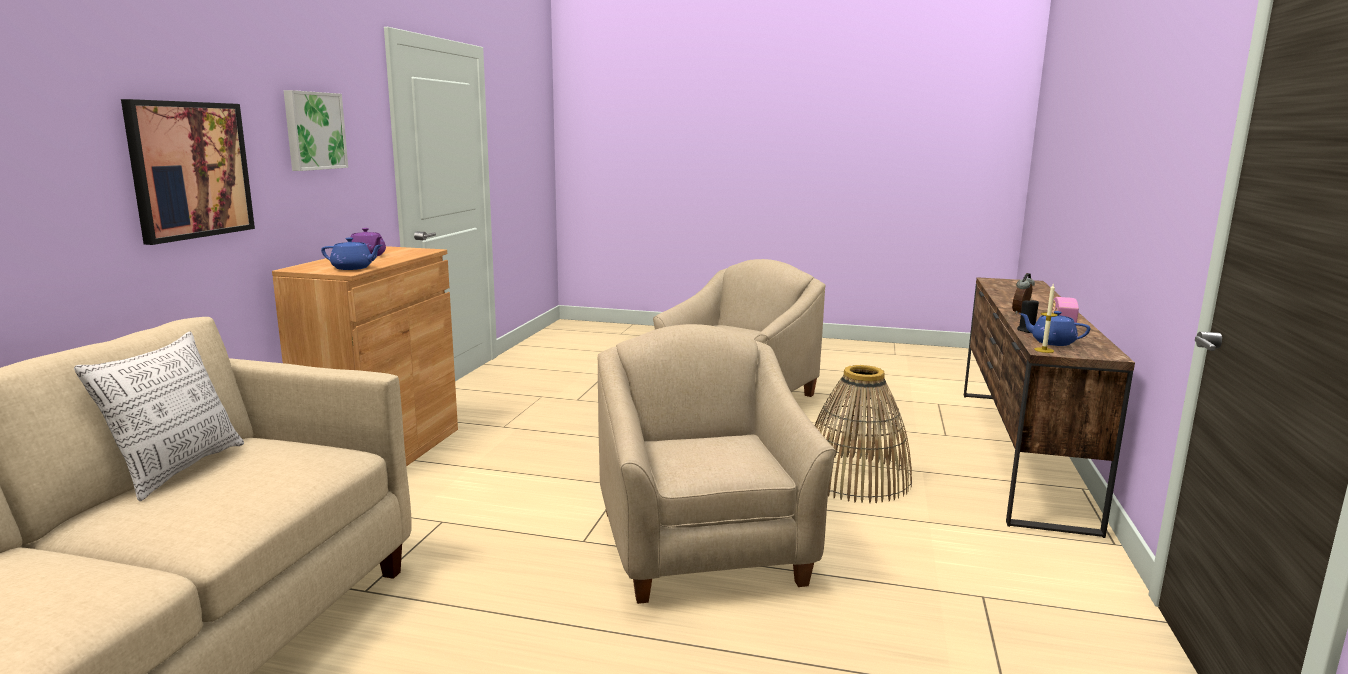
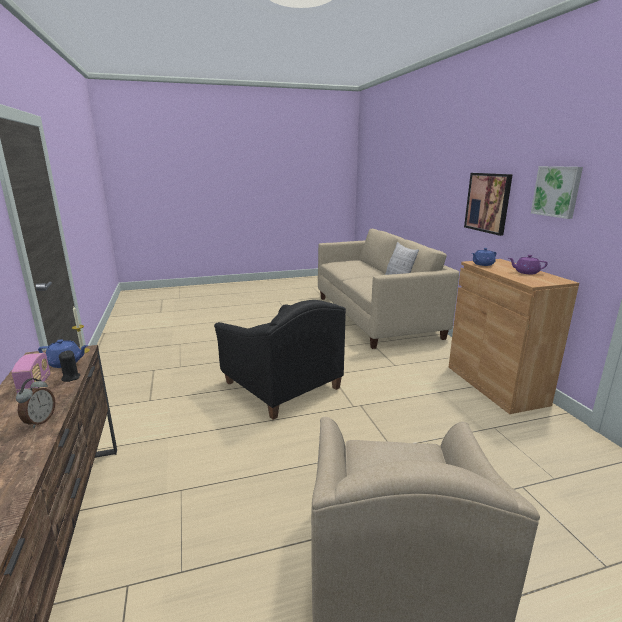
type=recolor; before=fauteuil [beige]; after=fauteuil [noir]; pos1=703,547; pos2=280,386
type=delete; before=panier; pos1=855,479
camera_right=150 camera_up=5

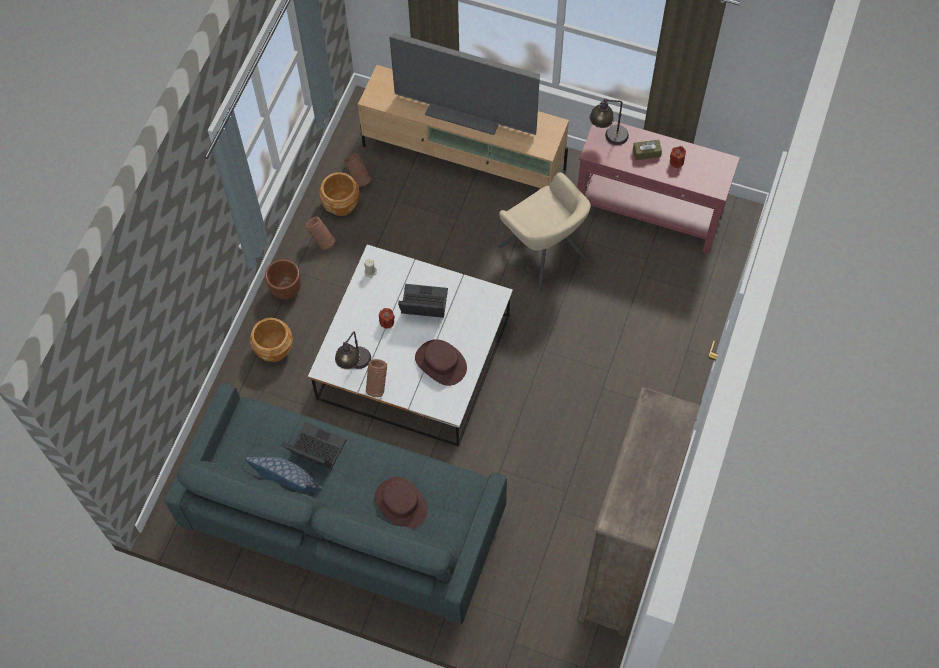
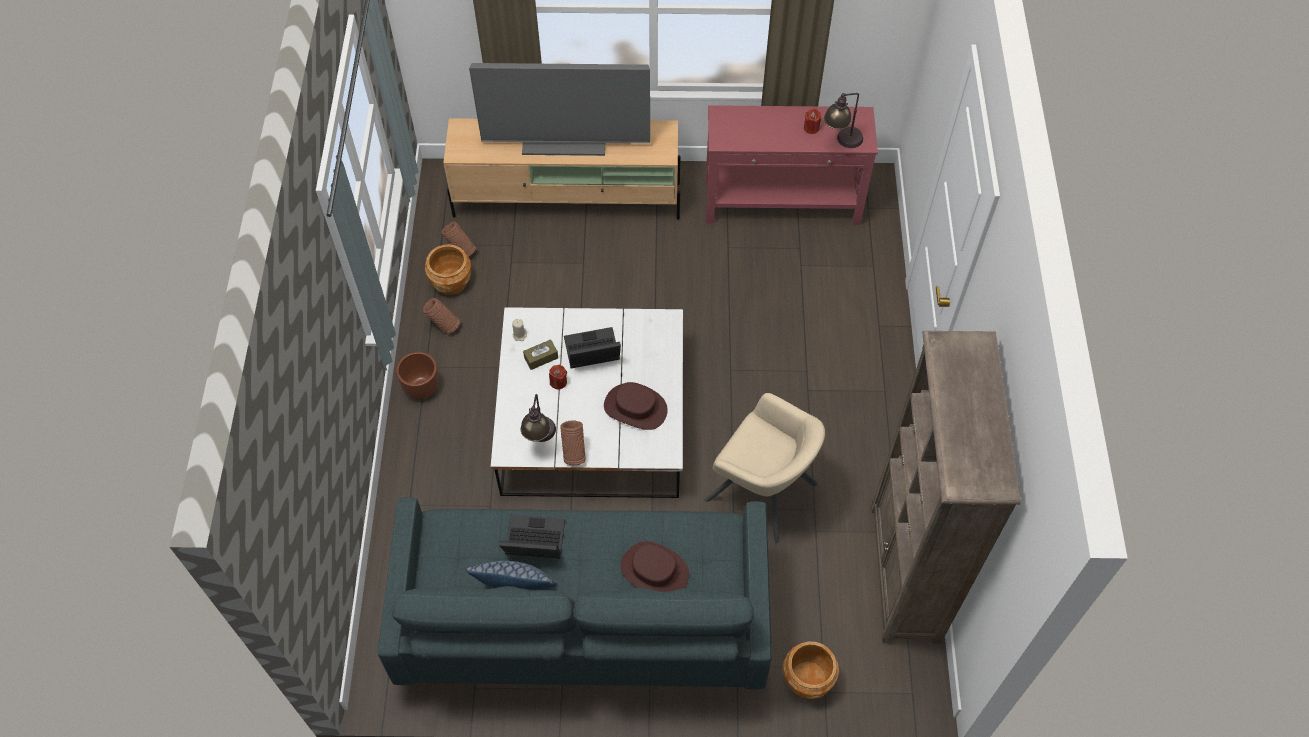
type=move; before=boîte à mouchoirs [marron]; pos1=646,153; pos2=541,358
type=move; before=fauteuil [beige]; pos1=543,253; pos2=762,492
type=move; before=cache-pot [marron]; pos1=274,349; pos2=807,679
type=move; before=lampe de table; pos1=607,137; pos2=841,142
camera_right=-20 camera_up=-5

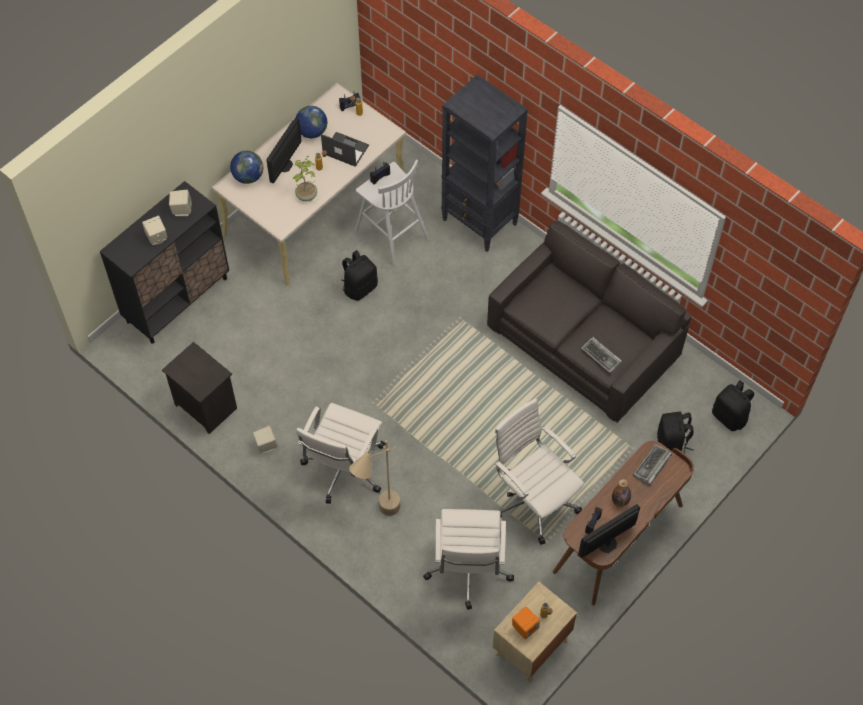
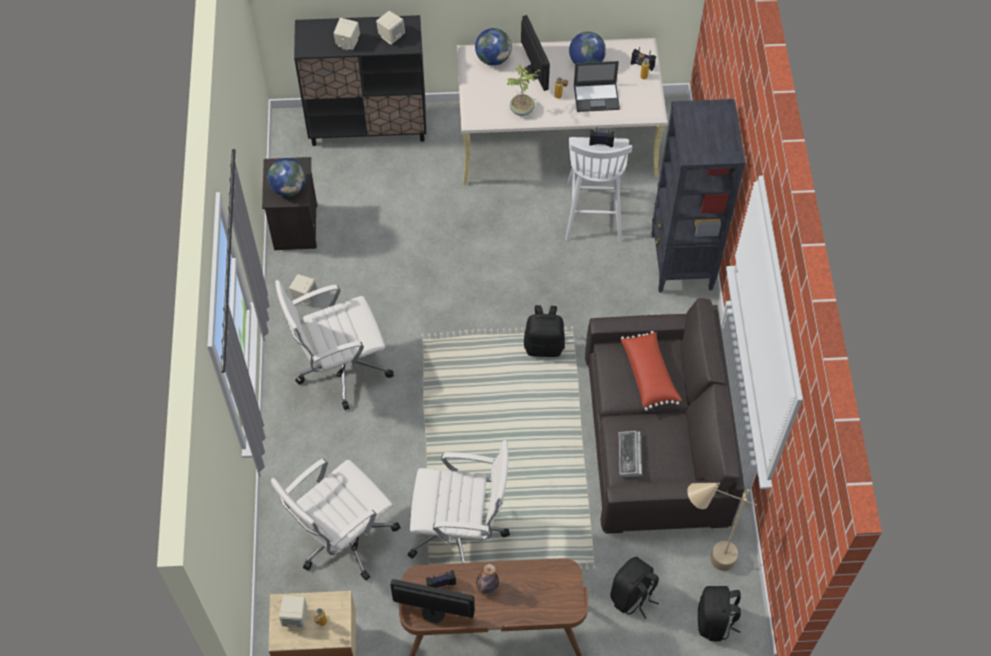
type=insert; after=globe; pos2=289,188
type=recolor; before=enceinte [orange]; after=enceinte [beige]; pos1=525,627; pos2=295,617
type=rotate; before=chaise de bureau [blanc]; pos1=534,500; pos2=460,531; turn=90
type=rotate; before=écran d'ordinateur; pos1=284,165; pos2=532,72; turn=-90
type=move; before=sac à dos [noir]; pos1=360,287; pos2=544,345
type=rotate; before=ordinateur portable; pos1=345,149; pos2=597,97; turn=105
type=insert; after=coussin [rouge]; pos2=649,375
type=move; before=lampadaire [beige]; pos1=379,519; pos2=702,562
type=delete; before=clavier; pos1=651,466
camera_right=45 camera_up=0

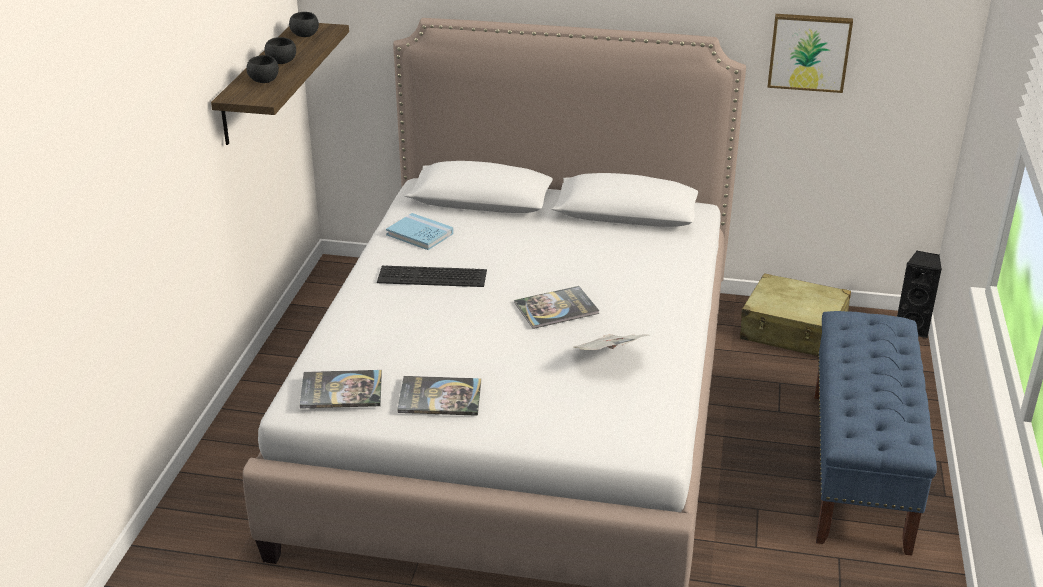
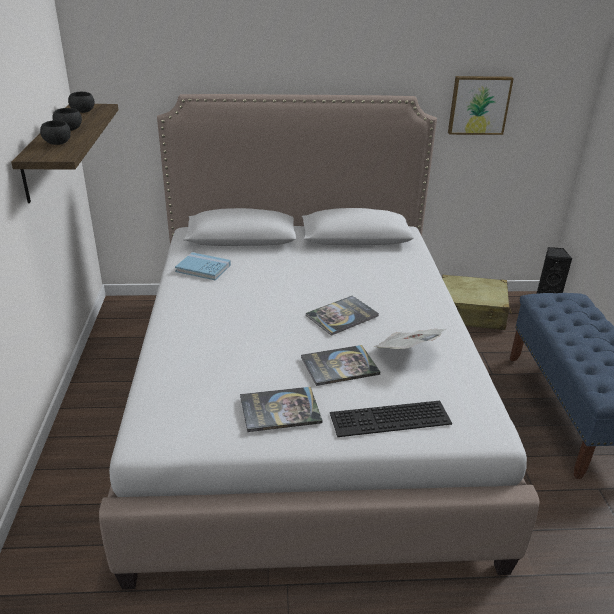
type=move; before=livre; pos1=341,390; pos2=339,366
type=move; before=clavier; pos1=430,277; pos2=389,420
camera_right=-15 camera_up=0

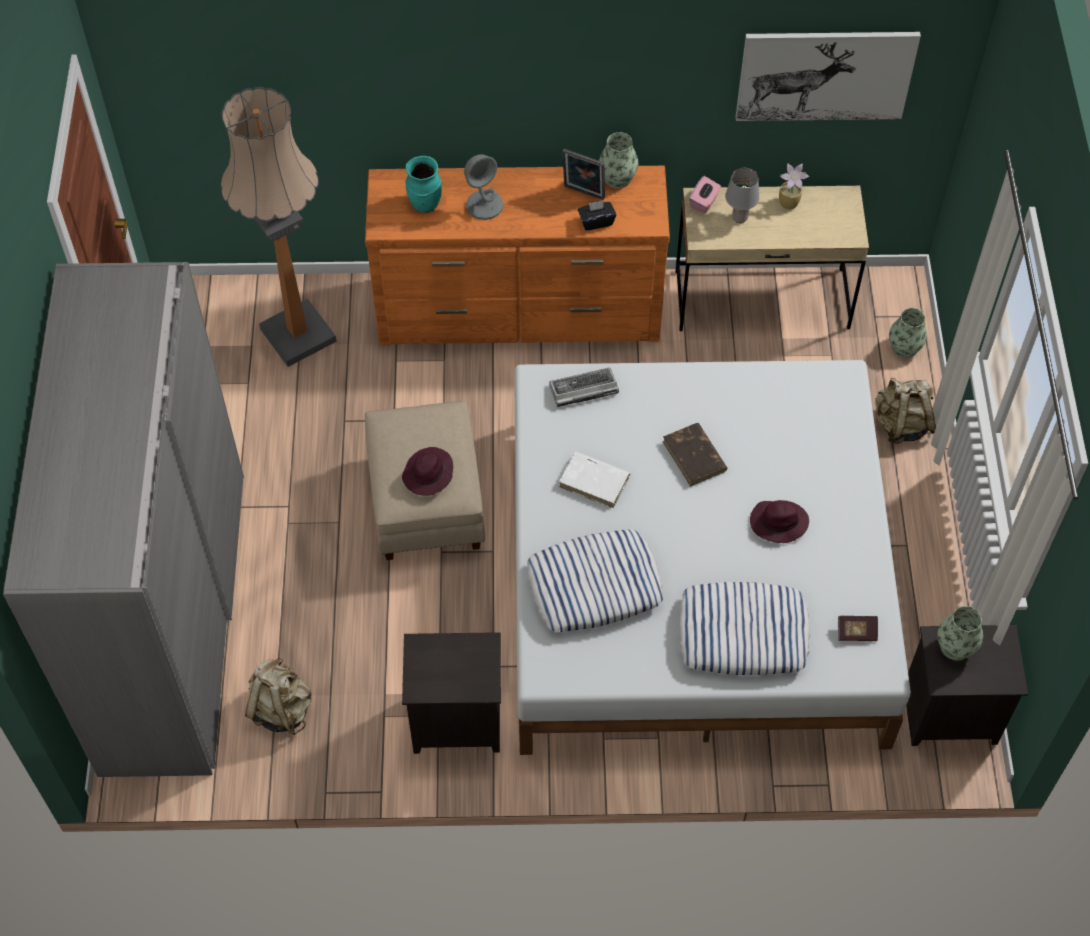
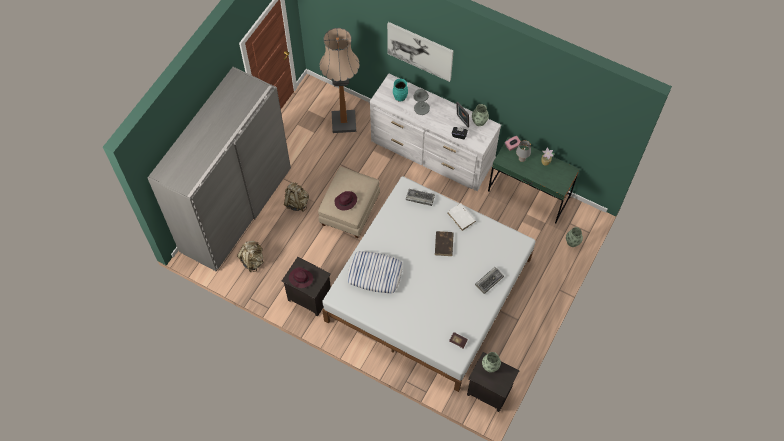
type=move; before=sac à dos [beige]; pos1=901,424; pos2=297,202
type=move; before=chapeau [violet]; pos1=777,523; pos2=300,278
type=recolor; before=commode [orange]; after=commode [blanc]; pos1=520,310; pos2=432,152
type=move; before=tableau; pos1=825,75; pos2=420,51
type=move; before=livre [blanc]; pos1=595,481; pos2=461,217
type=insert; after=clavier; pos2=489,280
type=recolor; before=bureau [beige]; after=bureau [vert]; pos1=762,300; pos2=529,194
type=delete; before=coussin; pos1=742,634
camera_right=30 camera_up=5

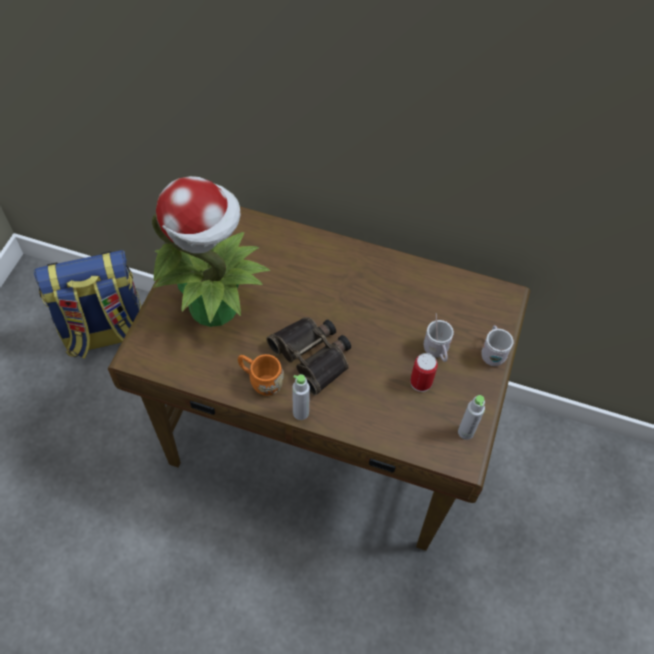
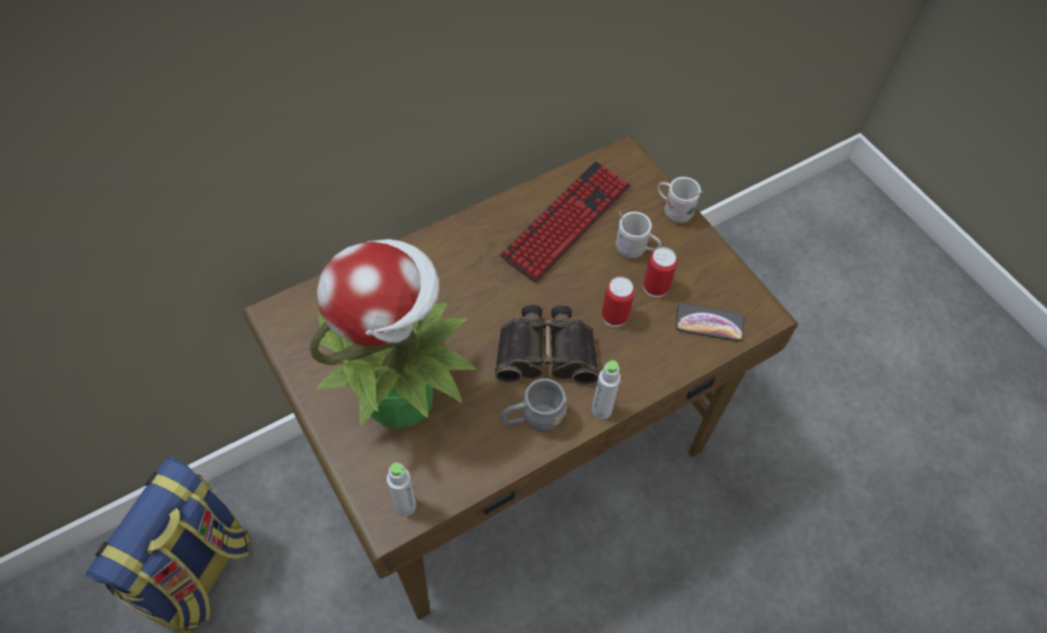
type=move; before=bouteille [gris]; pos1=465,432; pos2=405,506
type=insert; after=clavier; pos2=566,222
type=recolor; before=mug [orange]; after=mug [gris]; pos1=260,381; pos2=532,419
type=insert; after=boîte métallique; pos2=614,316
type=insert; after=téléphone; pos2=709,323
camera_right=-50 camera_up=0

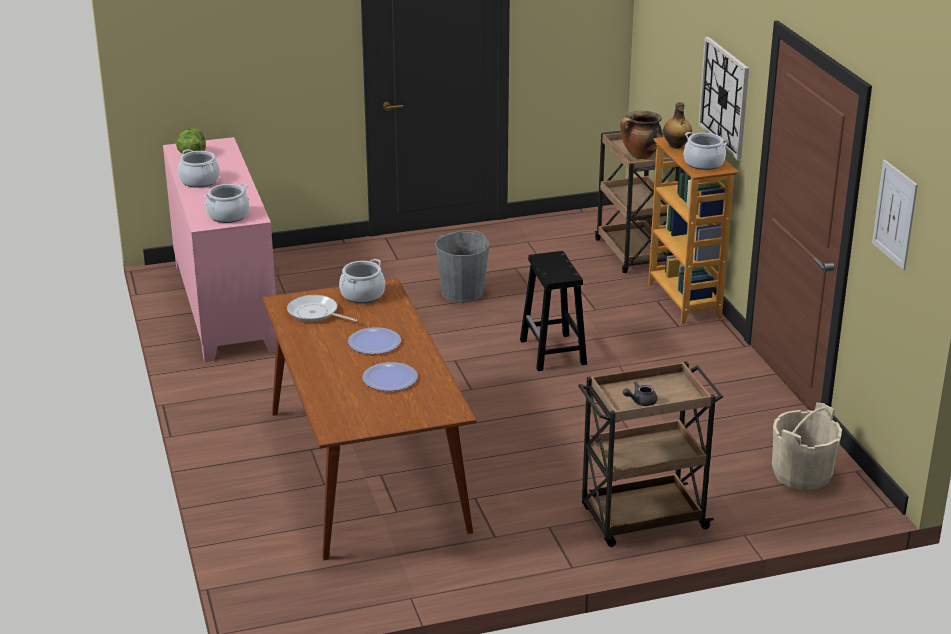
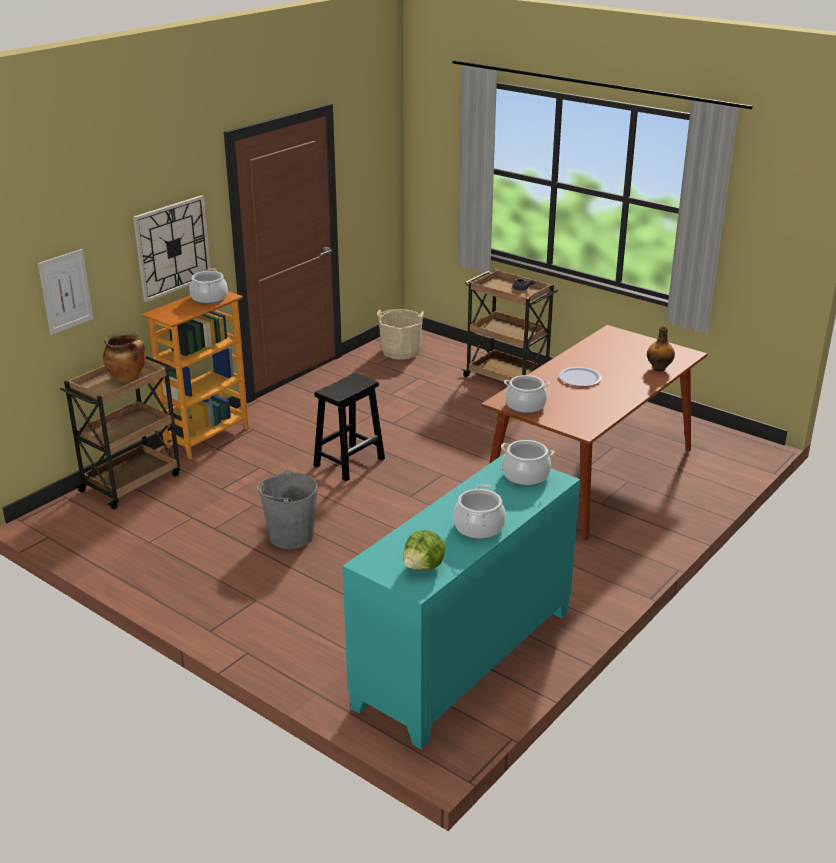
type=move; before=tableau; pos1=895,214; pos2=65,291
type=recolor; before=meuble de rangement [rose]; after=meuble de rangement [turquoise]; pos1=223,307; pos2=466,659
type=move; before=bouteille; pos1=676,146; pos2=659,368
type=delete; before=poêle; pos1=315,313
type=delete; before=assiette; pos1=390,378
camera_right=-125 camera_up=0

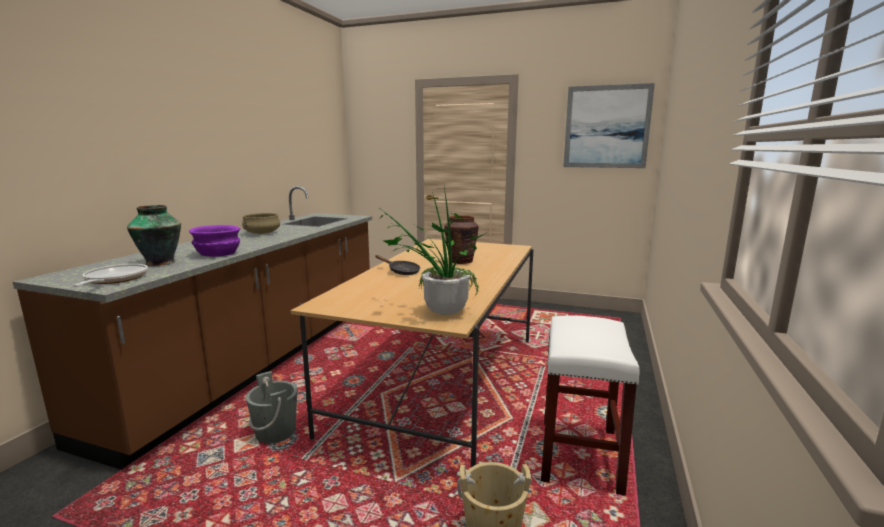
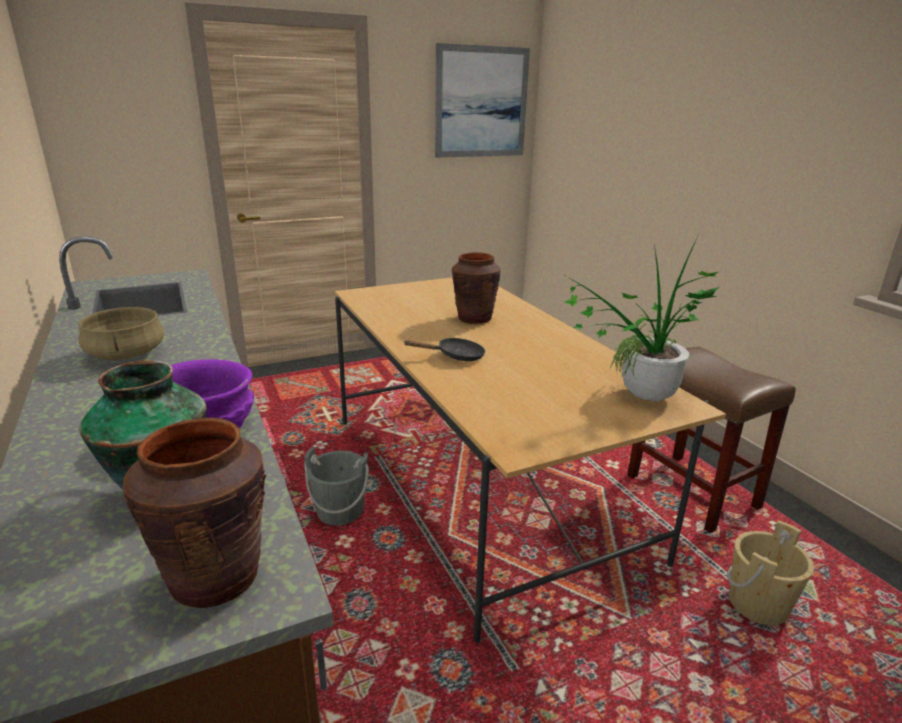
type=replace; before=poêle; after=vase [marron]; pos1=114,280; pos2=215,577
type=move; before=seau [gris]; pos1=276,432; pos2=340,511
type=recolor; before=tabouret [blanc]; after=tabouret [marron]; pos1=580,456; pos2=693,492
camera_right=-45 camera_up=10

